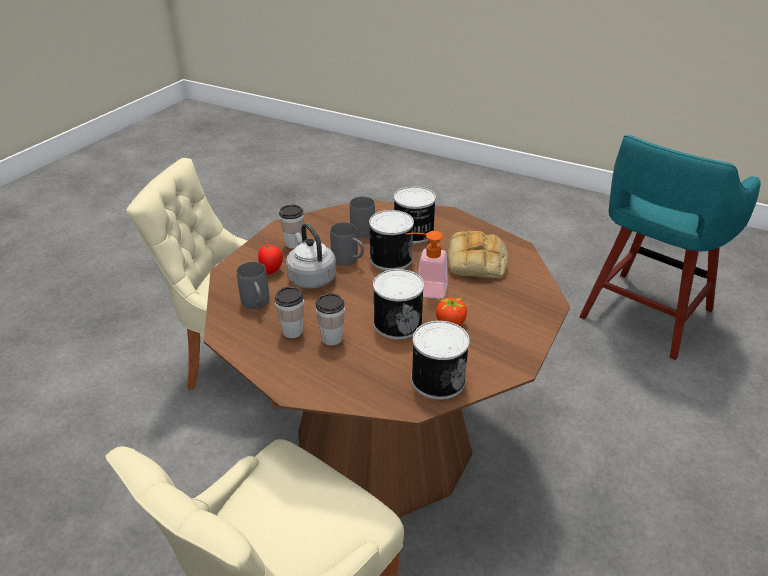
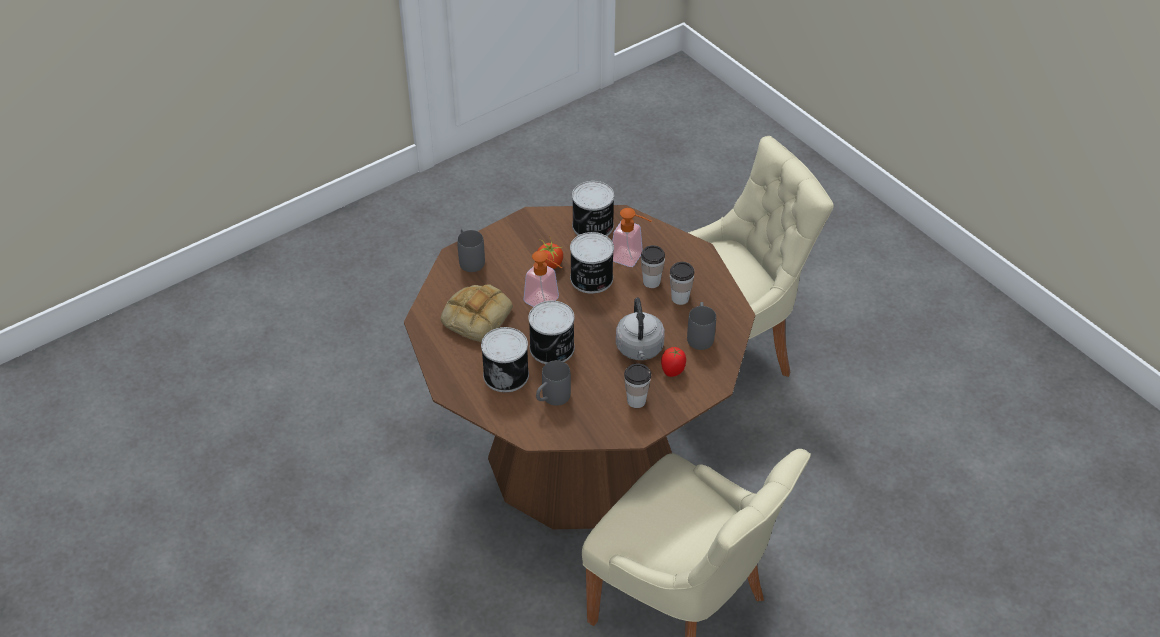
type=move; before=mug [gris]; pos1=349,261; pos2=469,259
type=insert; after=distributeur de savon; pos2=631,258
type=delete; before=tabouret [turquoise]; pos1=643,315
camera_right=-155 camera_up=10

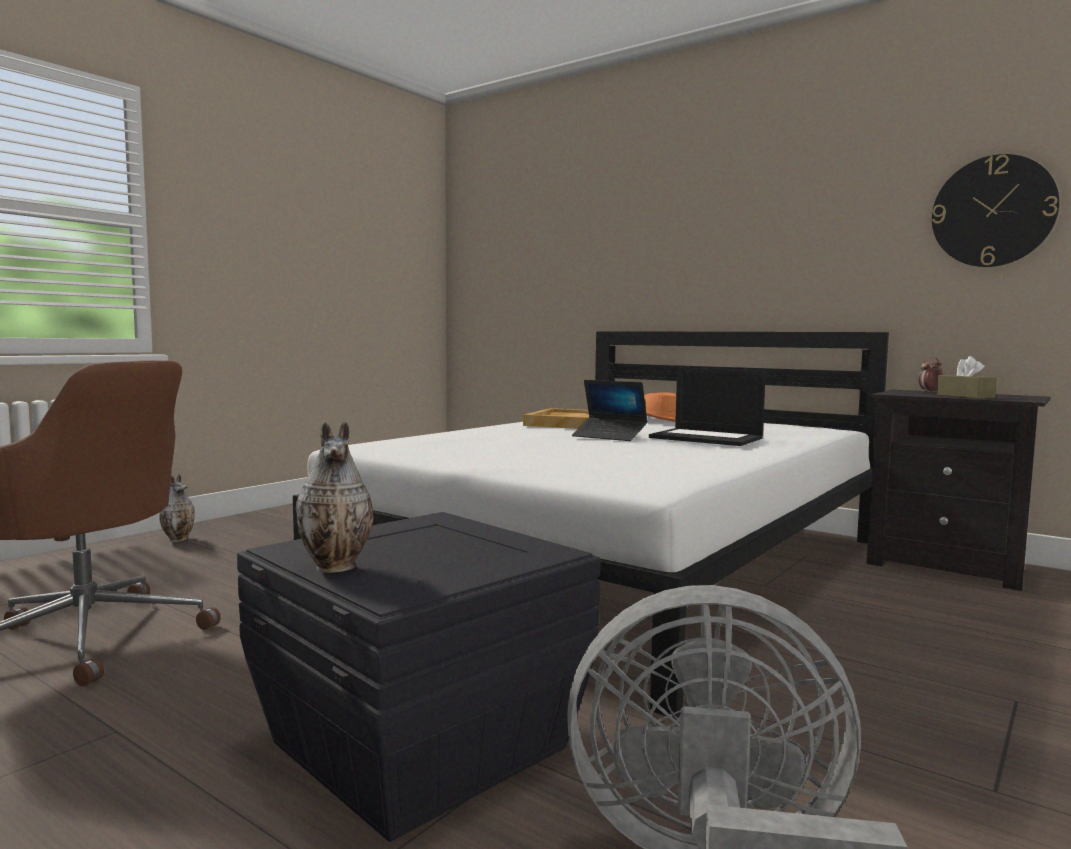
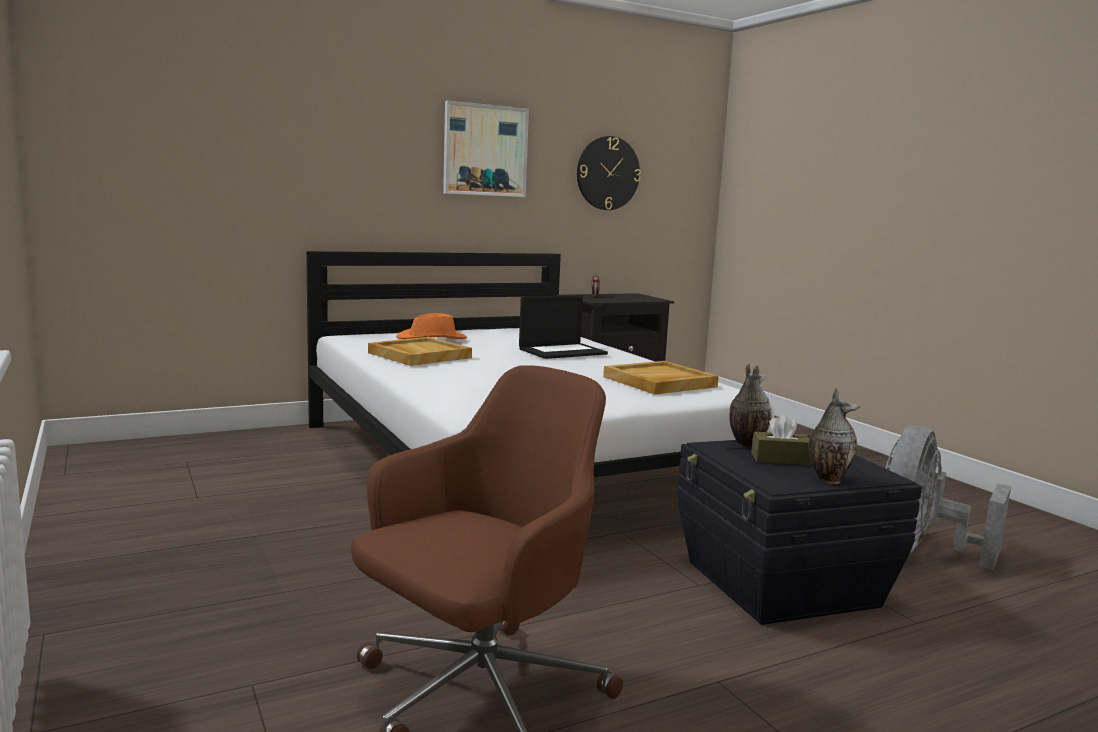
type=insert; after=tableau; pos2=485,150
type=insert; after=plateau [beige]; pos2=659,382
type=move; before=vase; pos1=179,539; pos2=745,444
type=move; before=boîte à mouchoirs [marron]; pos1=965,396; pos2=780,459
type=delete; before=ordinateur portable; pos1=609,436
camera_right=-65 camera_up=5

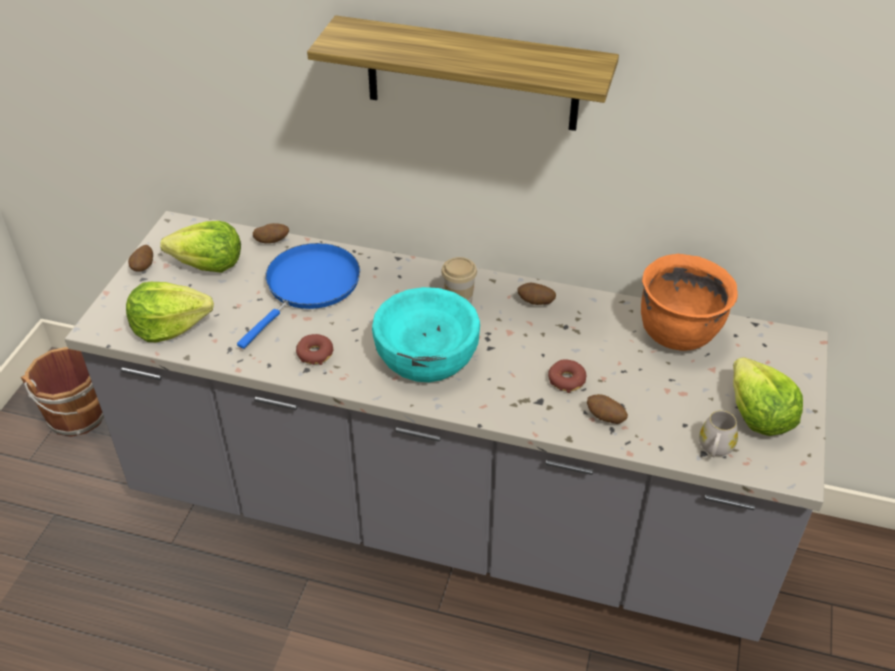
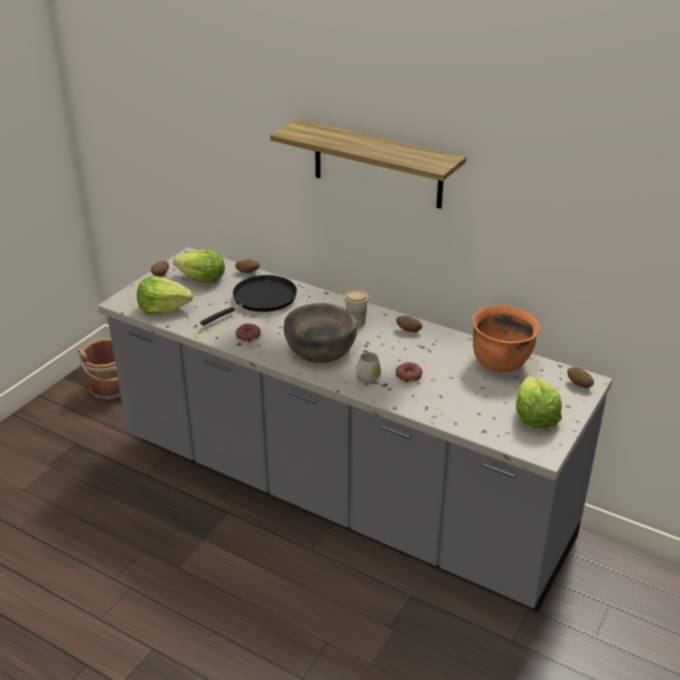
type=recolor; before=poêle [bleu]; after=poêle [noir]; pos1=309,286; pos2=261,300
type=recolor; before=bol [turquoise]; after=bol [marron]; pos1=427,355; pos2=321,348
type=move; before=mug [blanc]; pos1=714,449; pos2=366,379
type=move; before=pomme de terre; pos1=605,418; pos2=578,384
camera_right=15 camera_up=-10

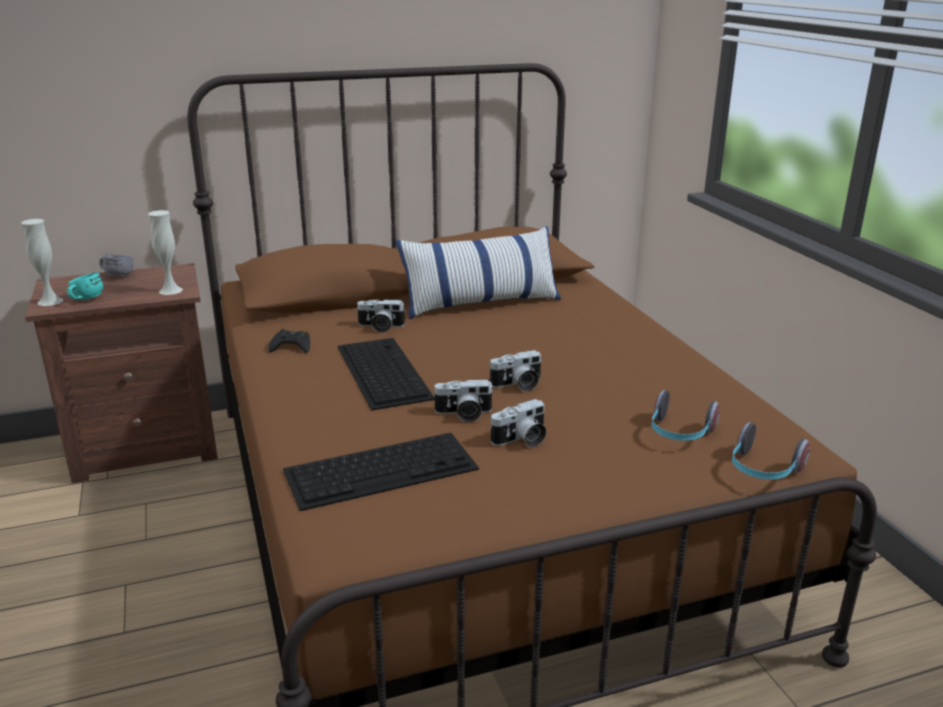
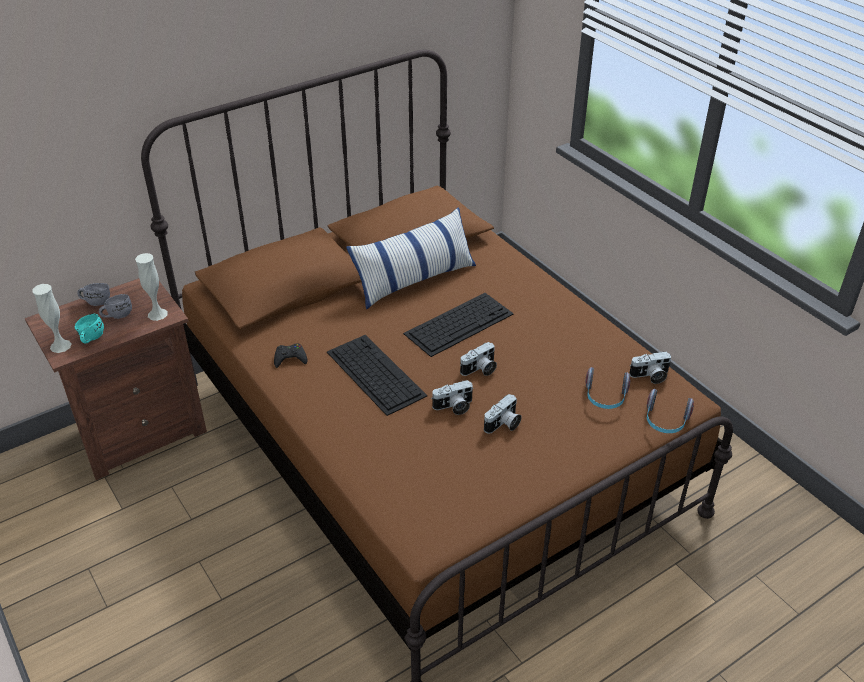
type=insert; after=mug [gris]; pos2=117,315
type=move; before=clavier; pos1=382,469; pos2=459,323
type=move; before=appareil photo; pos1=380,327; pos2=650,376
camera_right=-15 camera_up=15

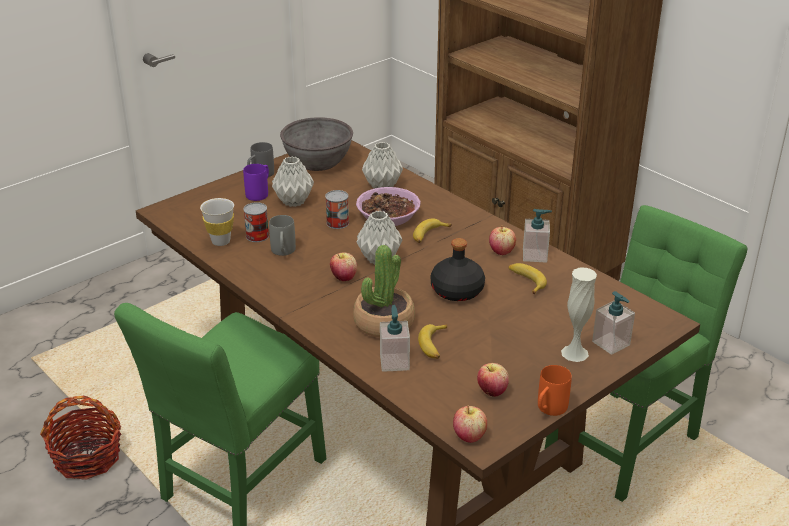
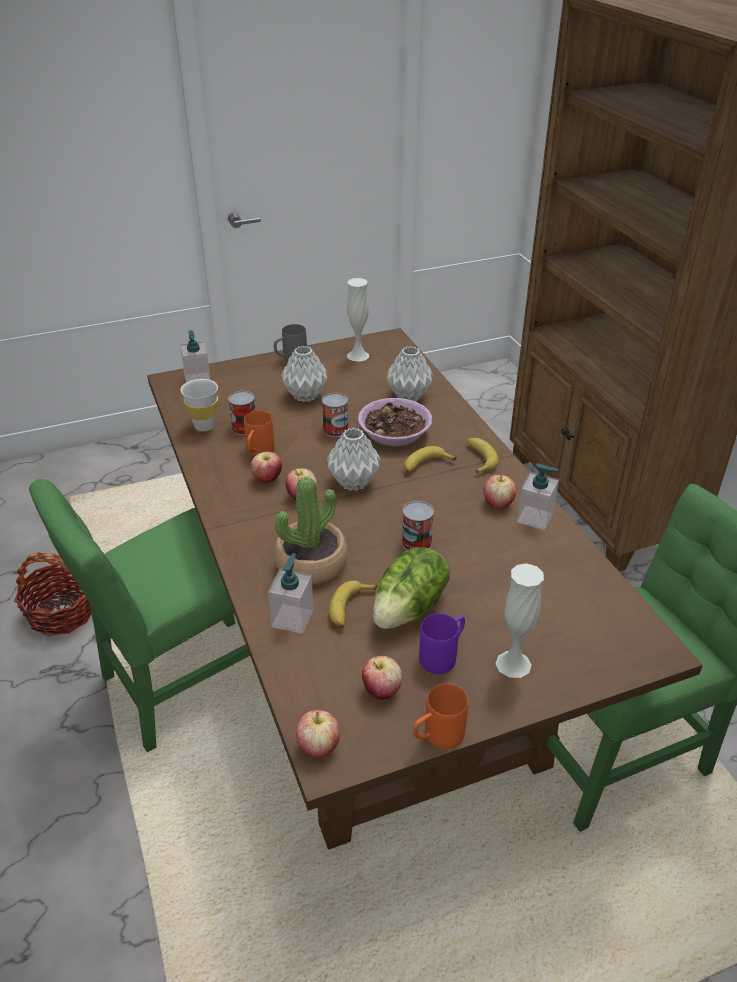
type=move; before=distributeur de savon; pos1=611,343; pos2=197,379
type=recolor; before=mug [gris]; after=mug [orange]; pos1=283,252; pos2=258,452
type=insert; after=pomme; pos2=267,479
type=replace; before=bol [gris]; after=vase [blanc]; pos1=317,162; pos2=358,355
type=insert; after=laitue; pos2=410,608
type=replace; before=bouteille [noir]; after=boîte métallique; pos1=456,291; pos2=416,543
type=move; before=mug [violet]; pos1=260,193; pos2=443,655
type=move; before=banane; pos1=526,281; pos2=479,459
camera_right=20 camera_up=5

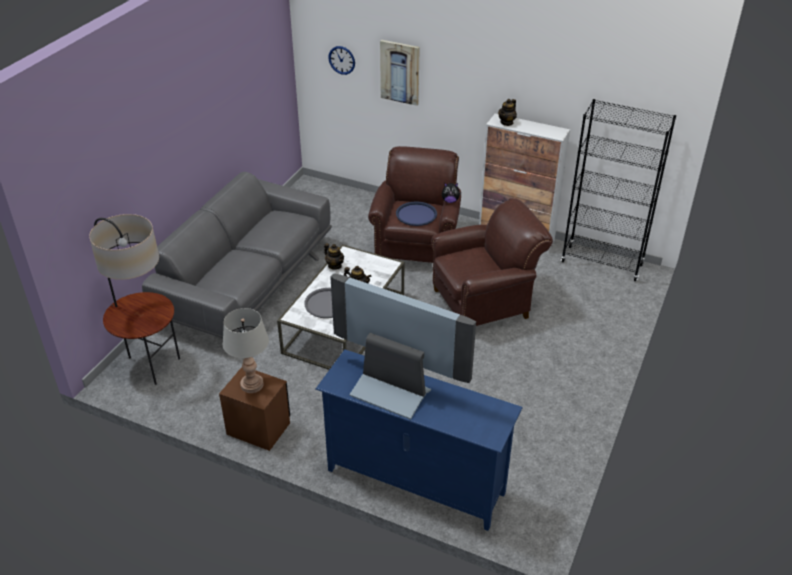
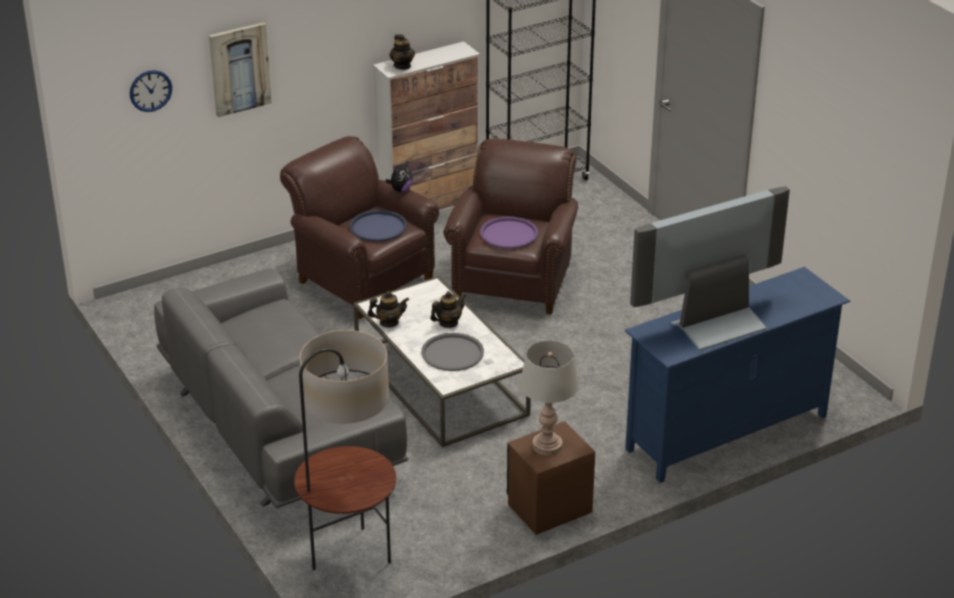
type=insert; after=plateau [violet]; pos2=509,234
camera_right=-55 camera_up=-5

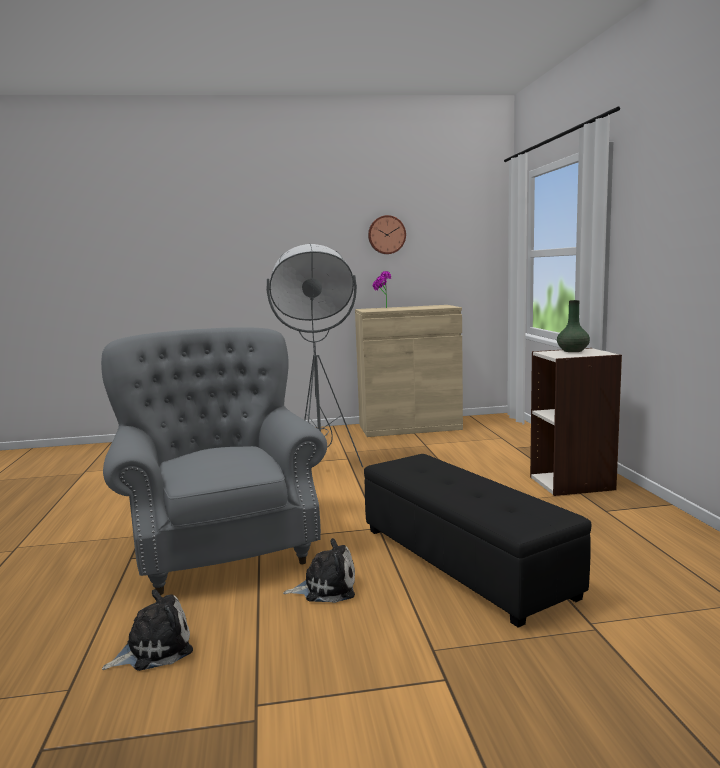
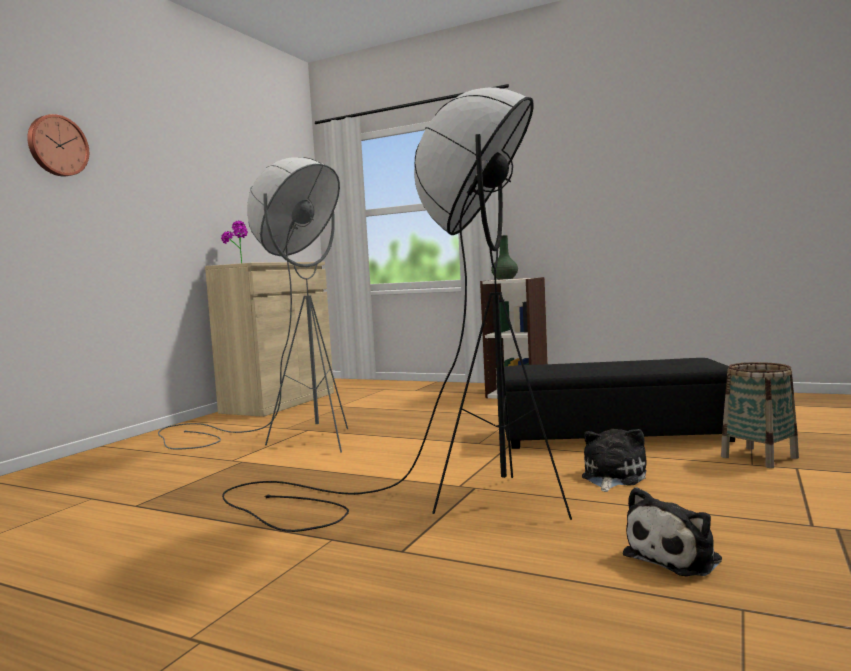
type=move; before=horloge murale; pos1=386,235; pos2=57,146
type=replace; before=fauteuil [gris]; after=lampadaire [noir]; pos1=221,544; pos2=443,502
type=rotate; before=peluche; pos1=154,649; pos2=676,556; turn=-135
type=insert; after=panier; pos2=759,457
camera_right=-55 camera_up=-5

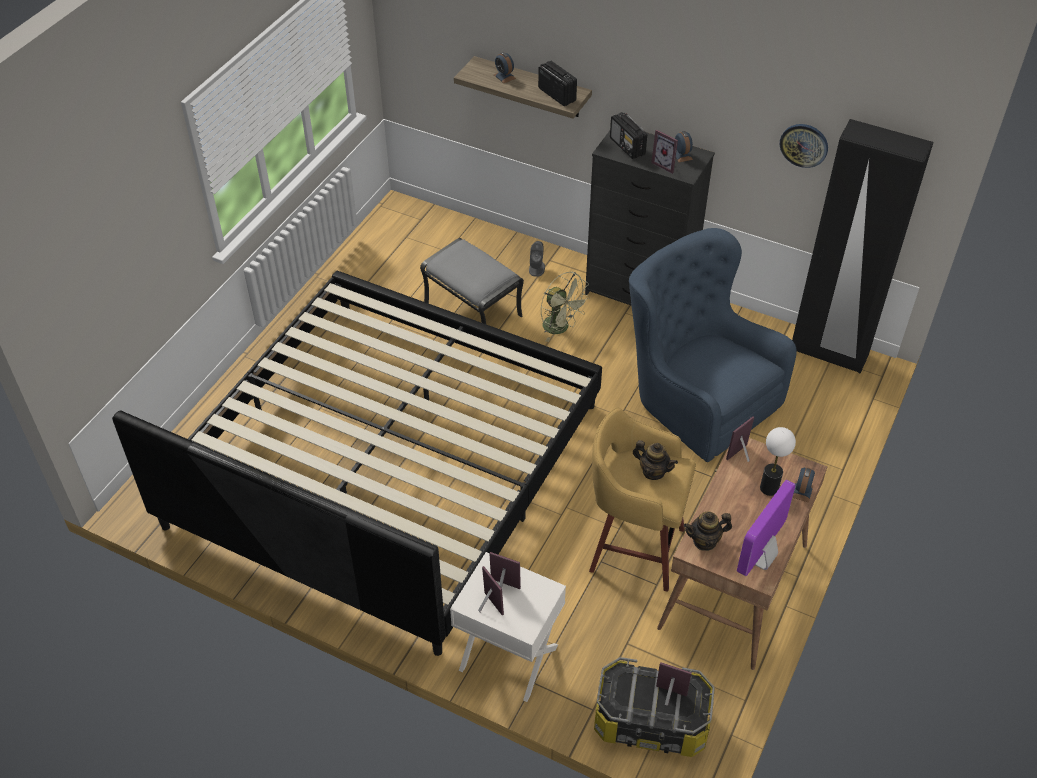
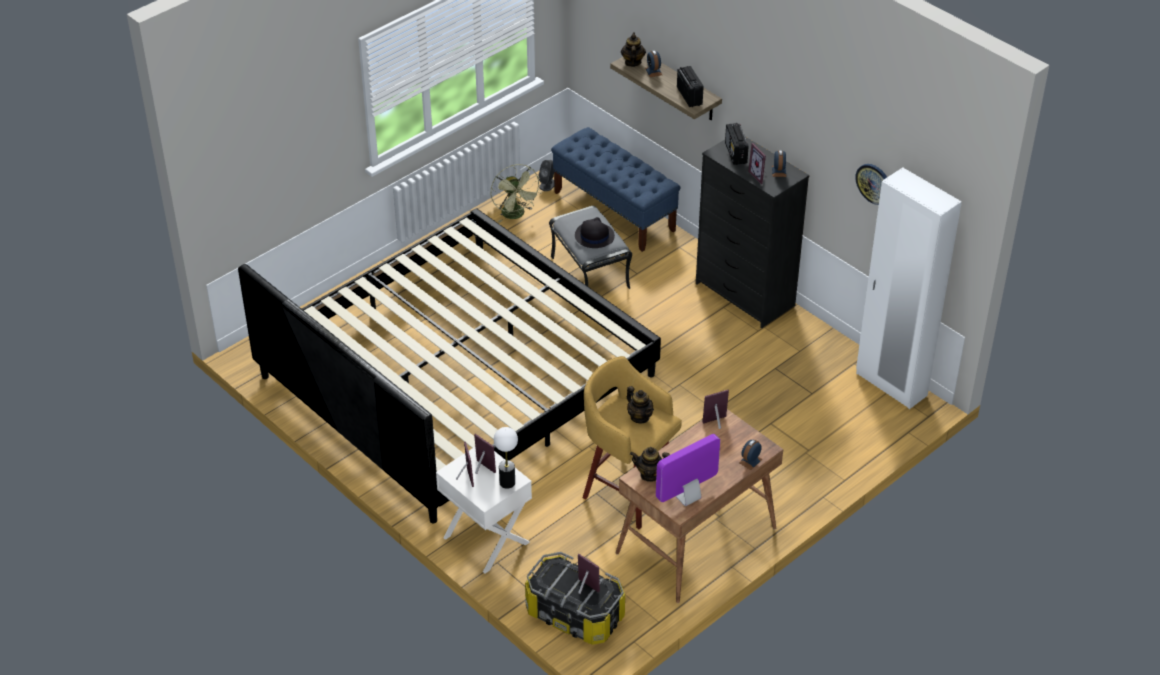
type=move; before=ventilateur [vert]; pos1=561,328; pos2=516,215
type=move; before=lampe de table; pos1=769,488; pos2=507,482
type=move; before=enceinte [gris]; pos1=537,268; pos2=547,184
type=insert; after=banc [bleu]; pos2=614,211
type=insert; after=chapeau [noir]; pos2=594,236
type=insert; after=théière; pos2=632,62
type=recolor; before=armoire [noir]; after=armoire [blanc]; pos1=829,352; pos2=890,385
type=delete; before=fauteuil [bleu]; pos1=695,399
camera_right=20 camera_up=-5

